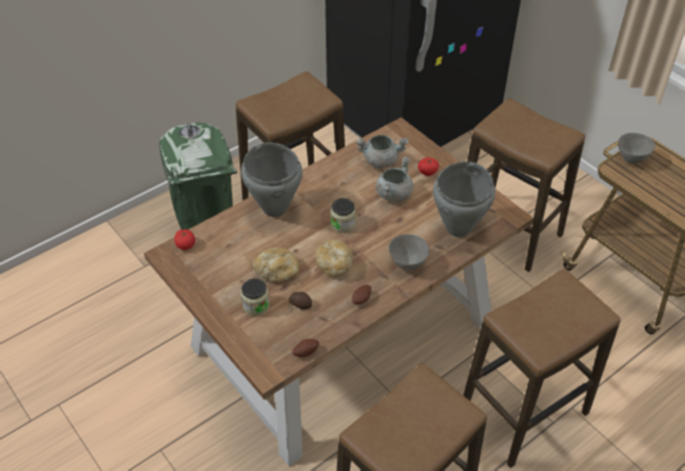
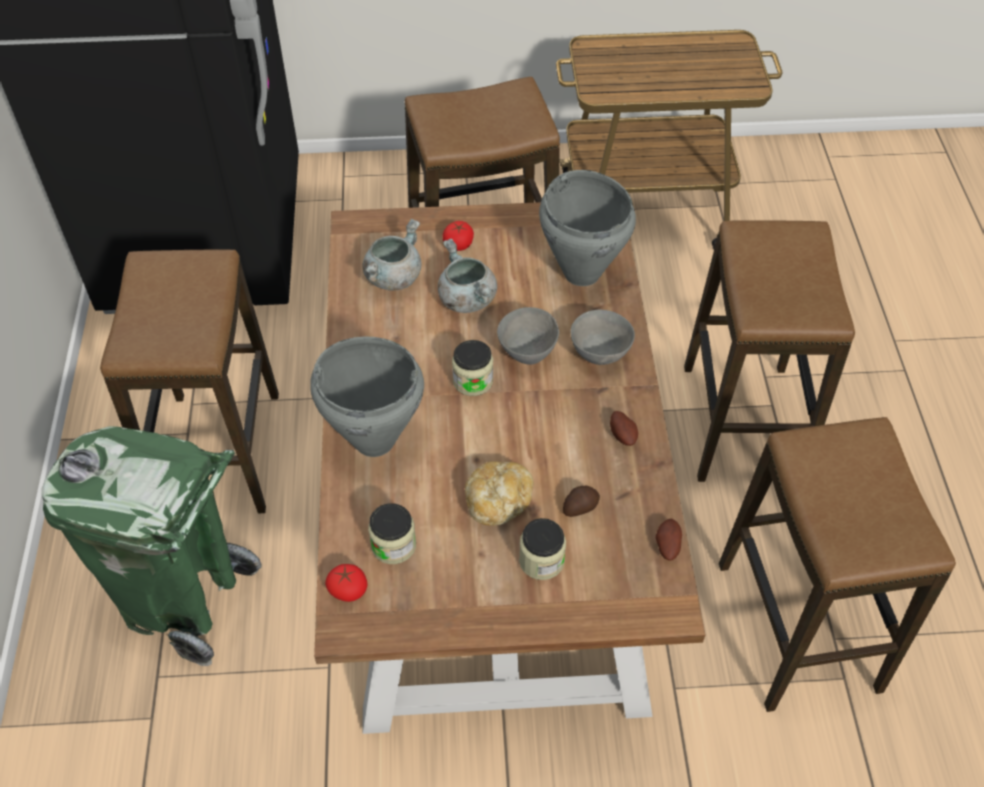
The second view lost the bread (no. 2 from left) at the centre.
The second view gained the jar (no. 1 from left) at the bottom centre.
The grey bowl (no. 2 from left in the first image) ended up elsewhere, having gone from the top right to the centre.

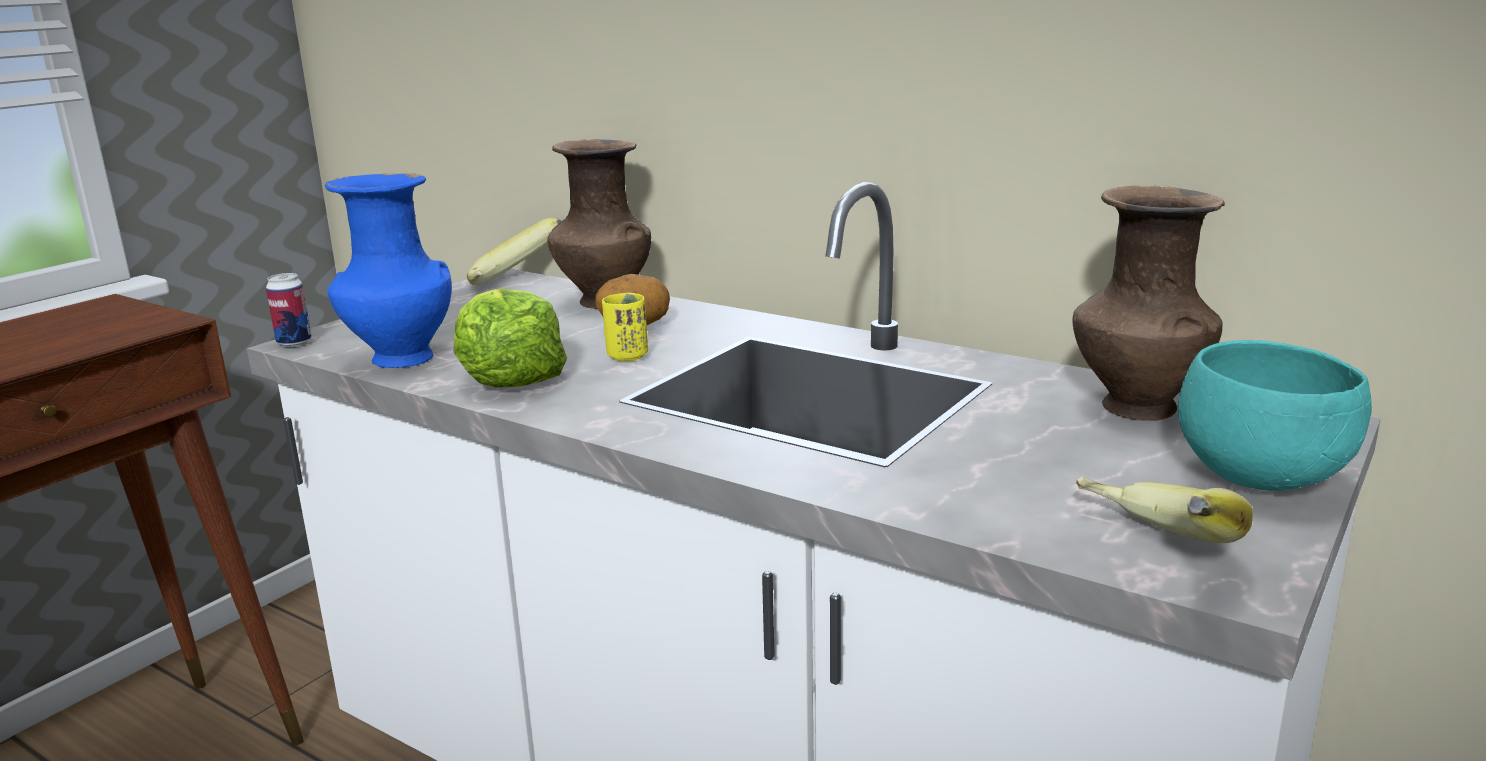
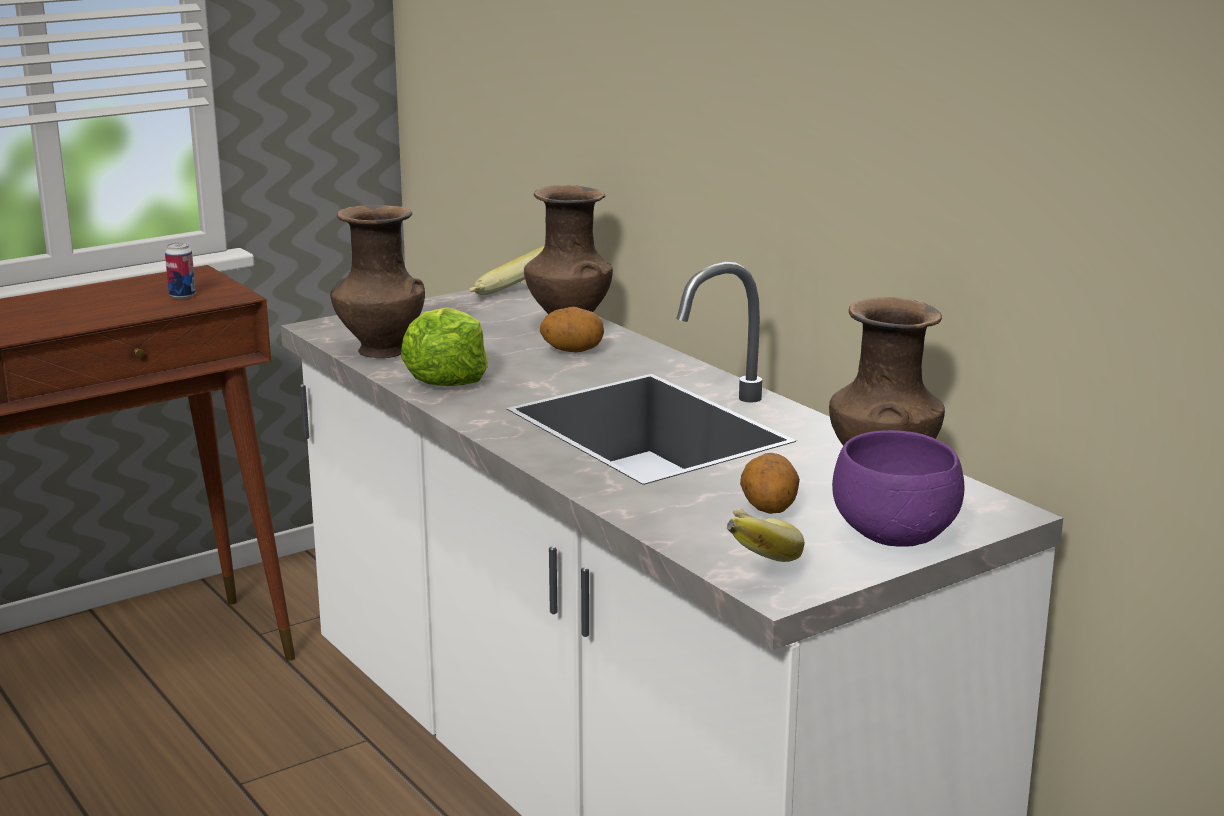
The second view lost the yellow cup at the centre.
The second view gained the potato (no. 2 from left) at the centre.
The can ended up elsewhere, having gone from the middle left to the top left.
What was the blue vase at the middle left turned into the brown vase (no. 1 from left) at the middle left.
What was the turquoise bowl at the middle right turned into the purple bowl at the middle right.

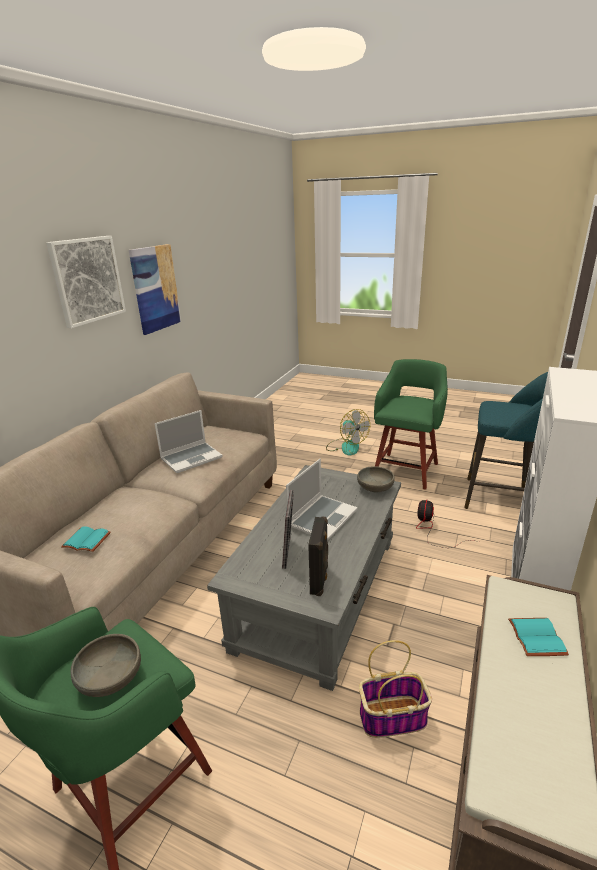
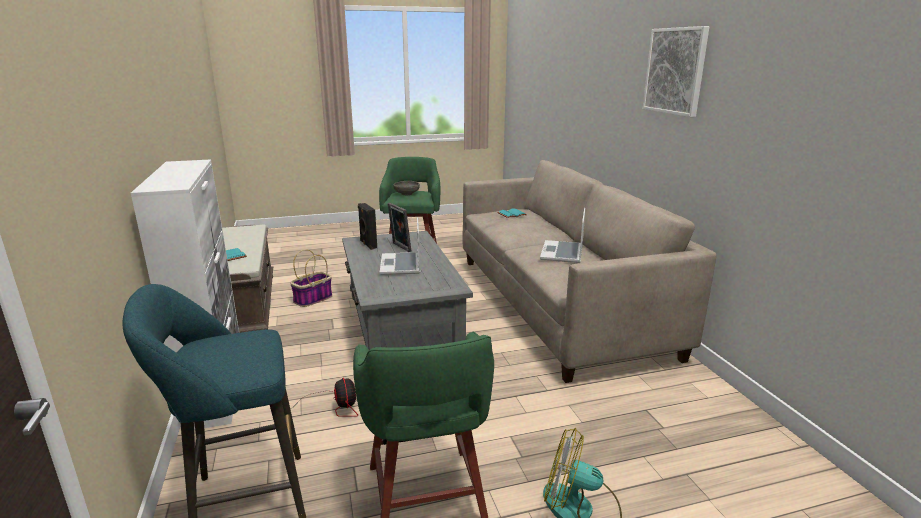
The second view lost the picture (no. 2 from left) at the top left.
The second view lost the grey bowl (no. 2 from left) at the centre.

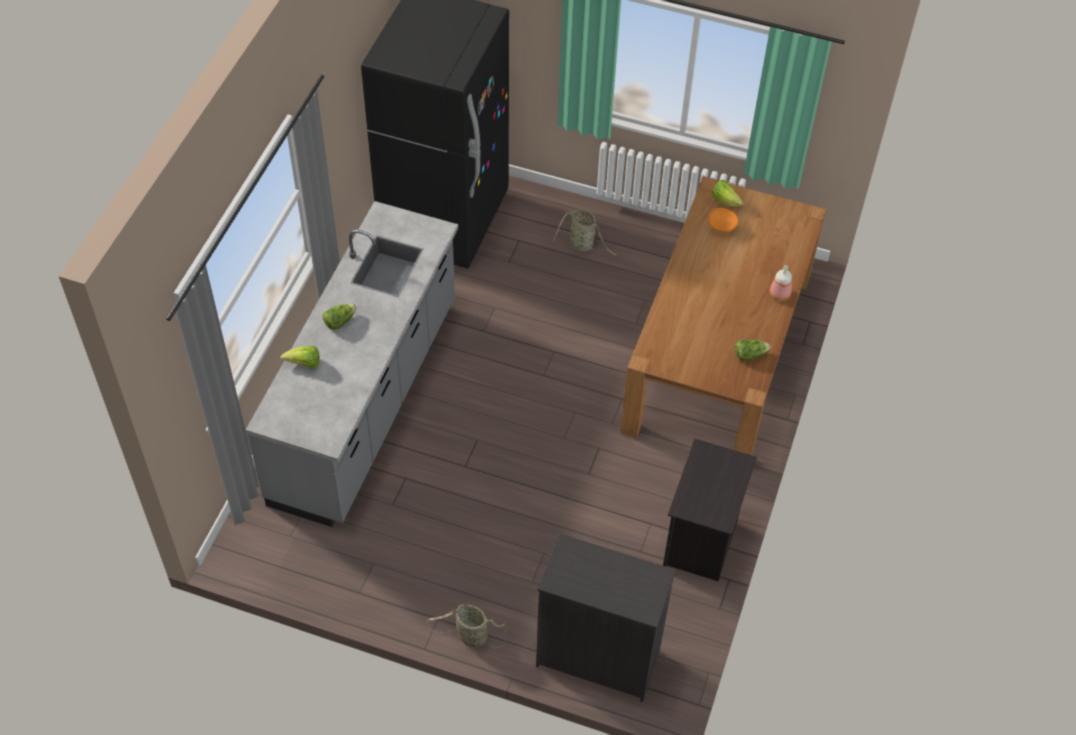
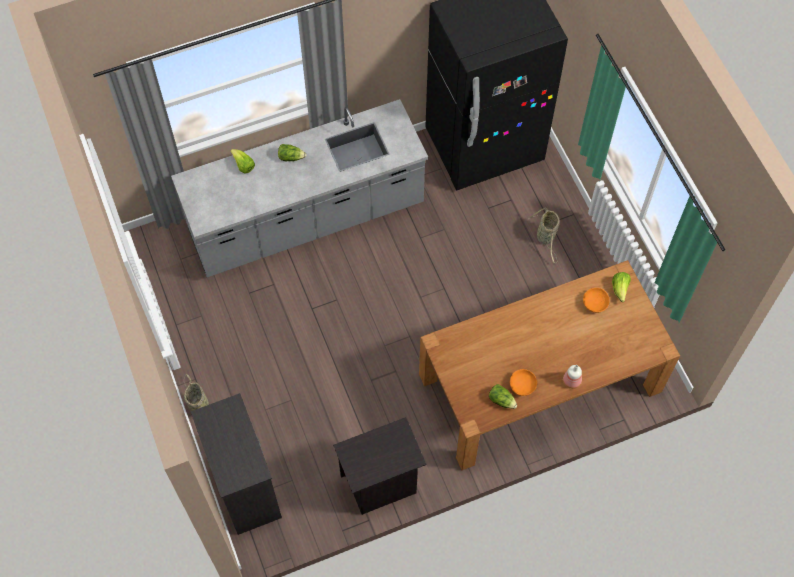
The second view gained the orange bowl (no. 1 from left) at the centre.

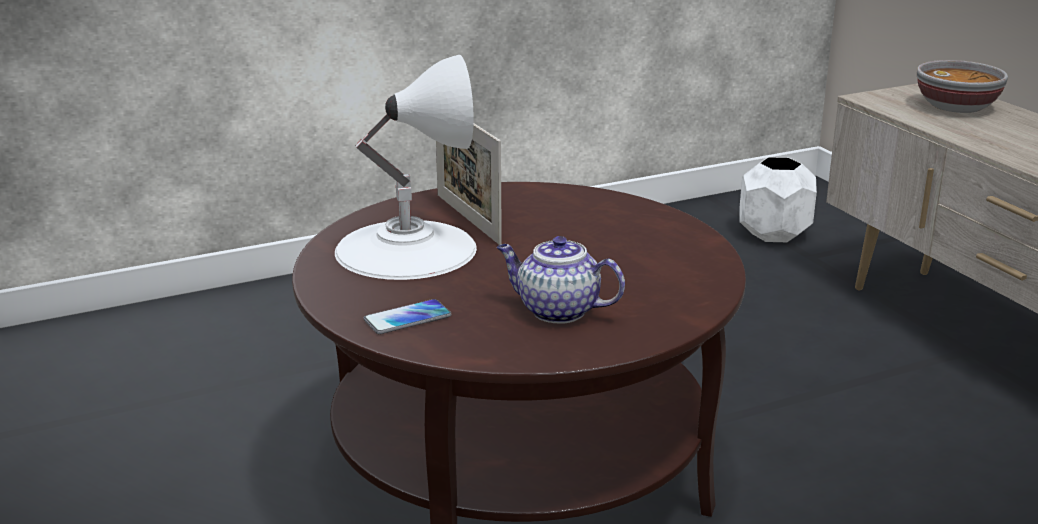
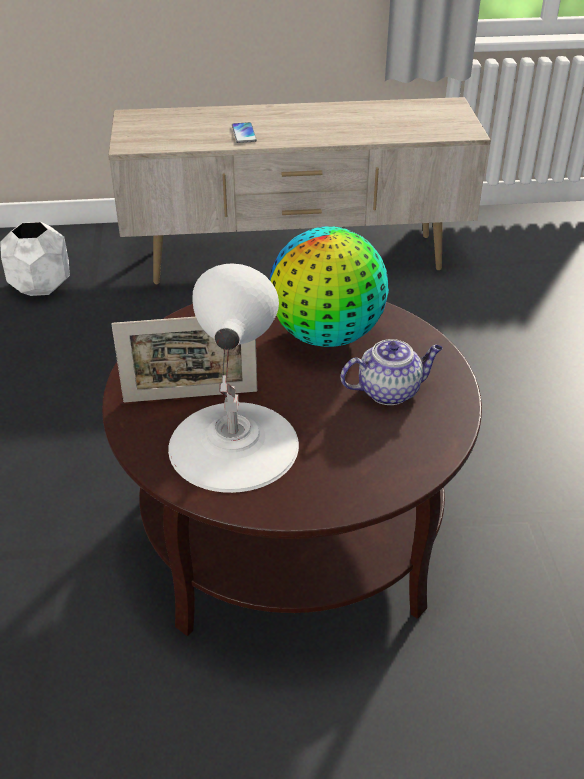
The second view lost the bowl at the top right.
The second view gained the globe at the centre.
The phone ended up elsewhere, having gone from the centre to the top centre.
The teapot at the centre ended up facing another way, 150 degrees counterclockwise from before.

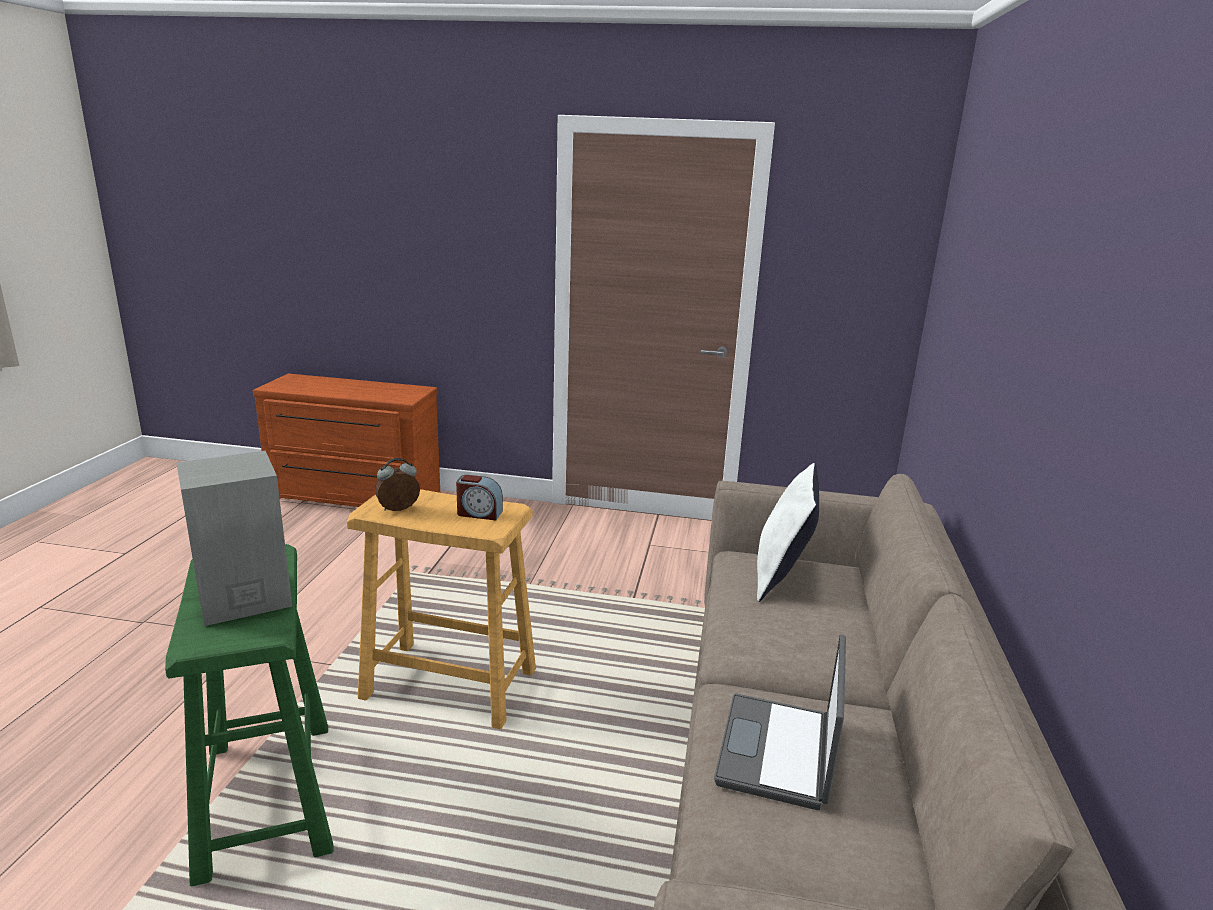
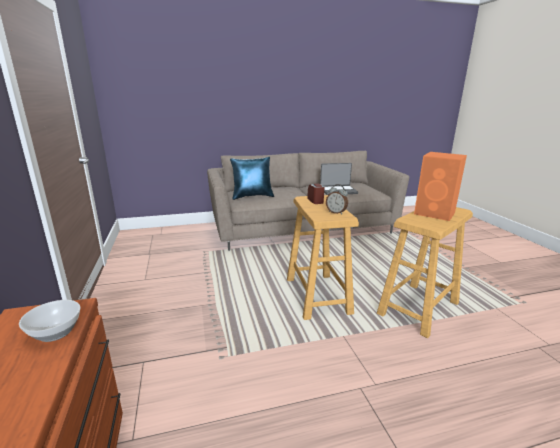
The second view gained the bowl at the bottom left.
What was the green stool at the bottom left turned into the beige stool (no. 2 from left) at the middle right.
What was the grey speaker at the middle left turned into the orange speaker at the middle right.
What was the white pillow at the centre turned into the blue pillow at the centre.

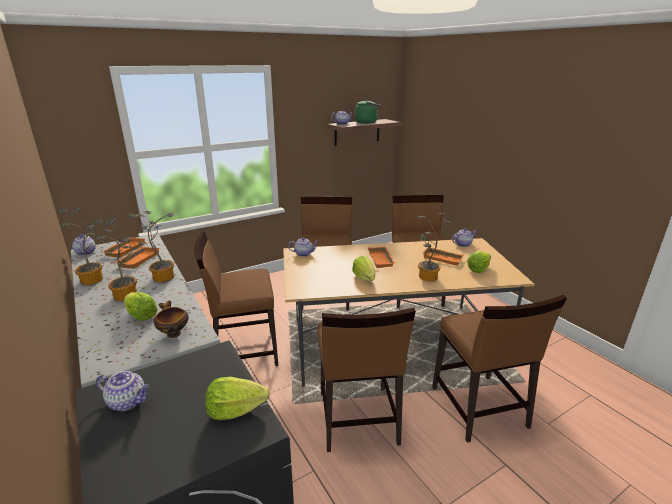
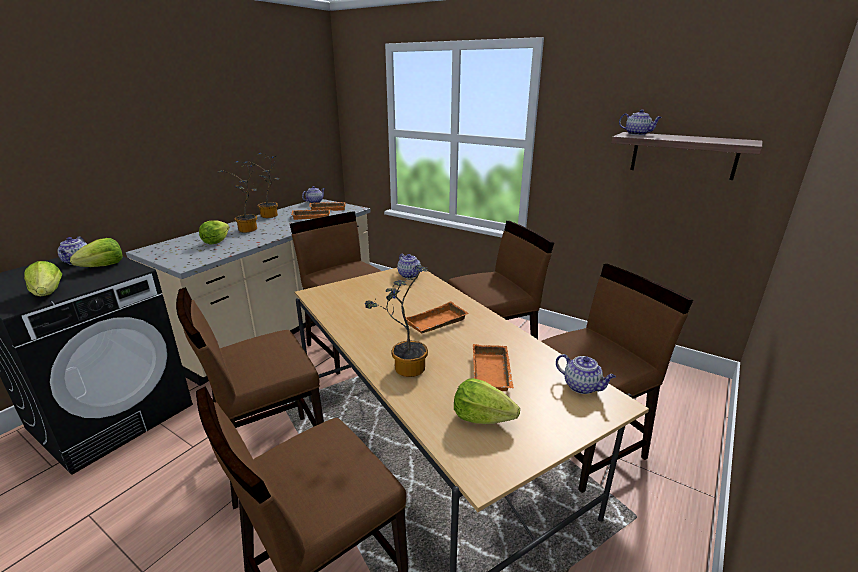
The second view lost the potted plant (no. 3 from left) at the middle left.
The second view lost the bowl at the middle left.
The second view lost the green kettle at the top centre.
The lettuce (no. 3 from left in the first image) ended up elsewhere, having gone from the centre to the middle left.

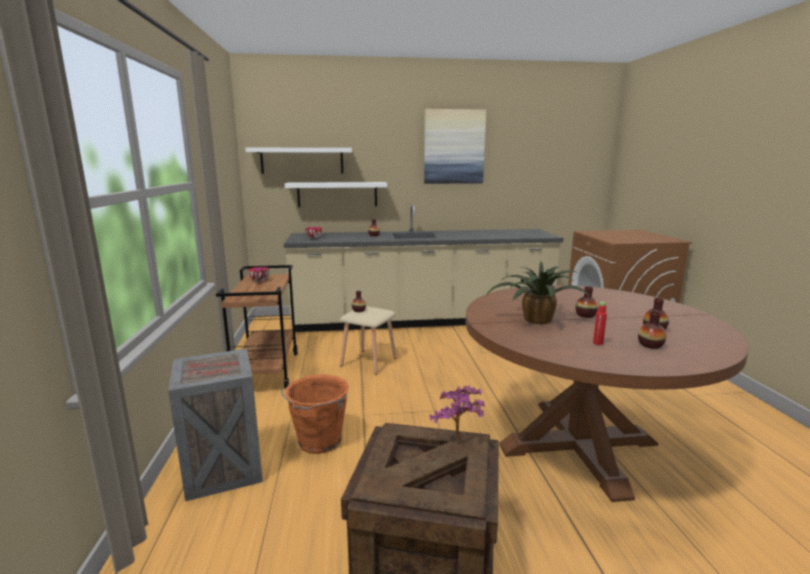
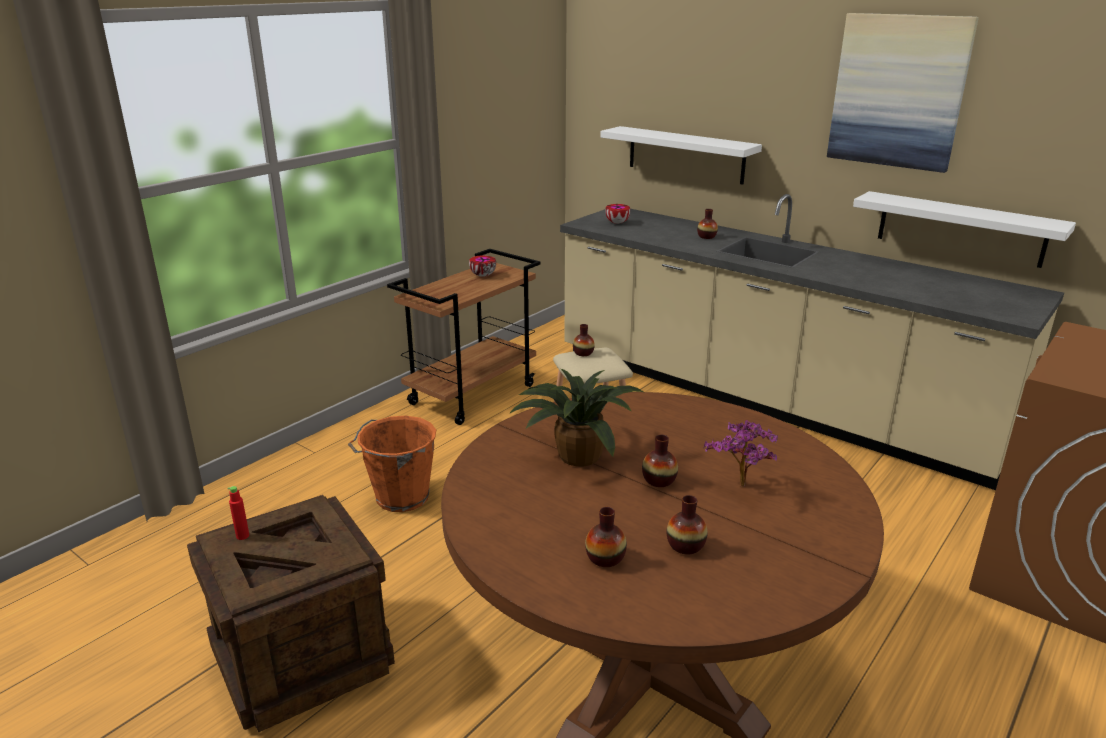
The second view lost the crate (no. 1 from left) at the bottom left.
The white shelf (no. 1 from left in the first image) ended up elsewhere, having gone from the top centre to the top right.
The potted plant (no. 1 from left in the first image) ended up elsewhere, having gone from the bottom centre to the middle right.
The red bottle ended up elsewhere, having gone from the middle right to the bottom left.

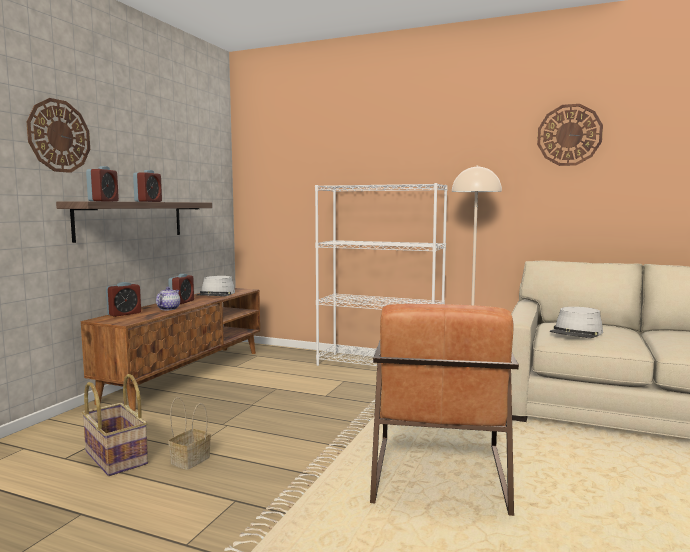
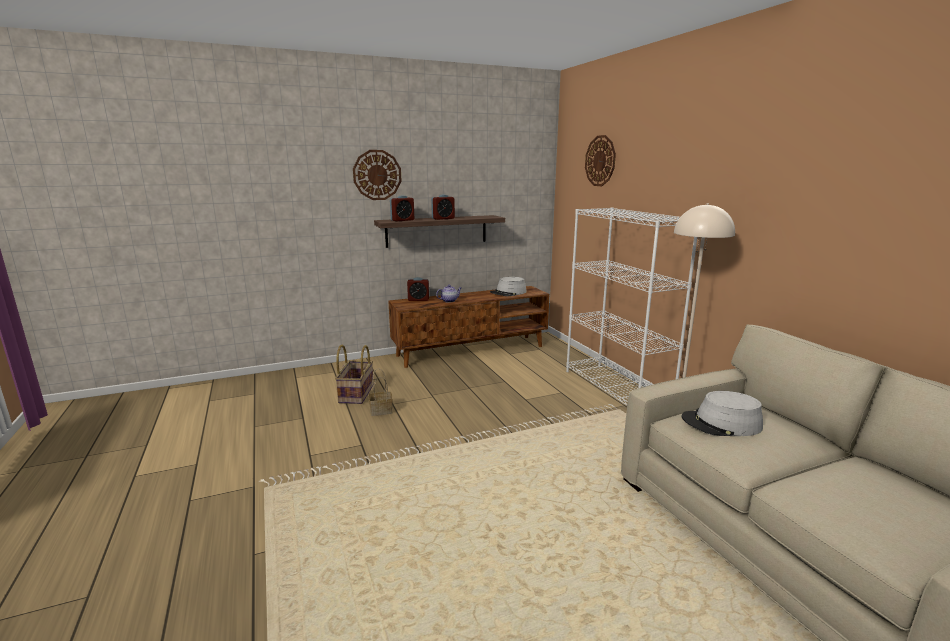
The second view lost the alarm clock (no. 4 from left) at the middle left.
The second view lost the brown armchair at the bottom centre.
The wall clock (no. 2 from left) ended up elsewhere, having gone from the top right to the top centre.

